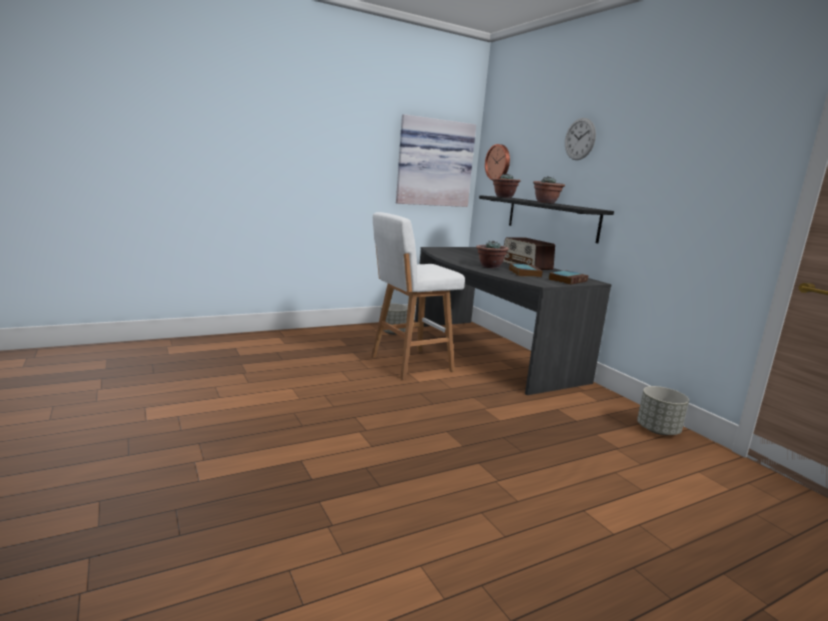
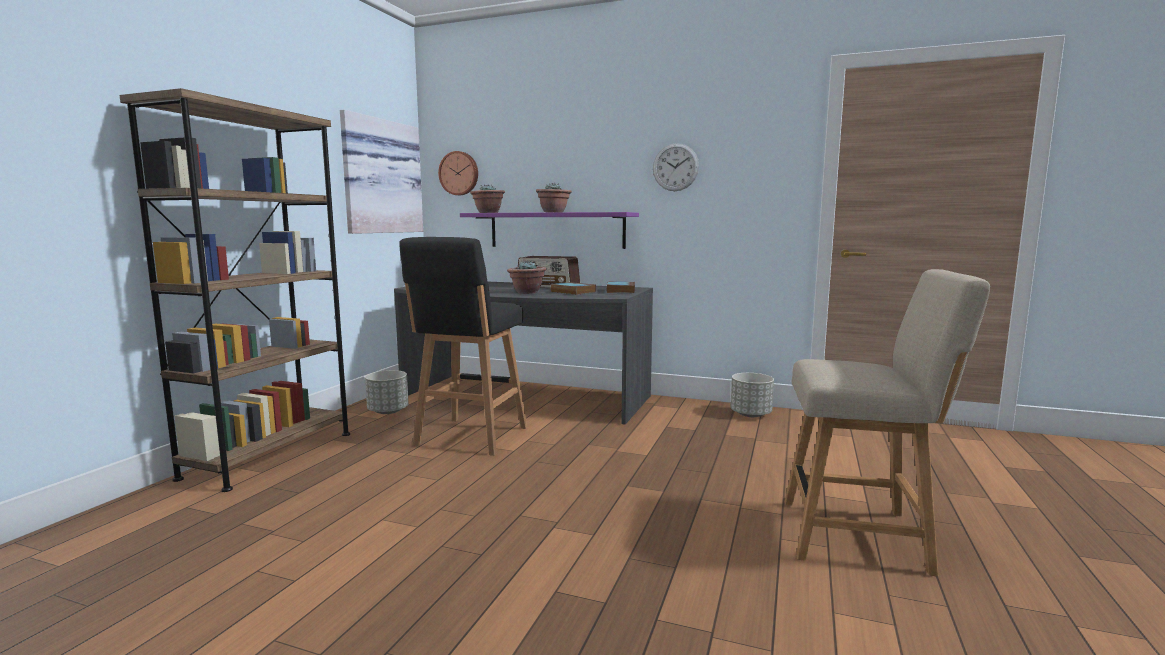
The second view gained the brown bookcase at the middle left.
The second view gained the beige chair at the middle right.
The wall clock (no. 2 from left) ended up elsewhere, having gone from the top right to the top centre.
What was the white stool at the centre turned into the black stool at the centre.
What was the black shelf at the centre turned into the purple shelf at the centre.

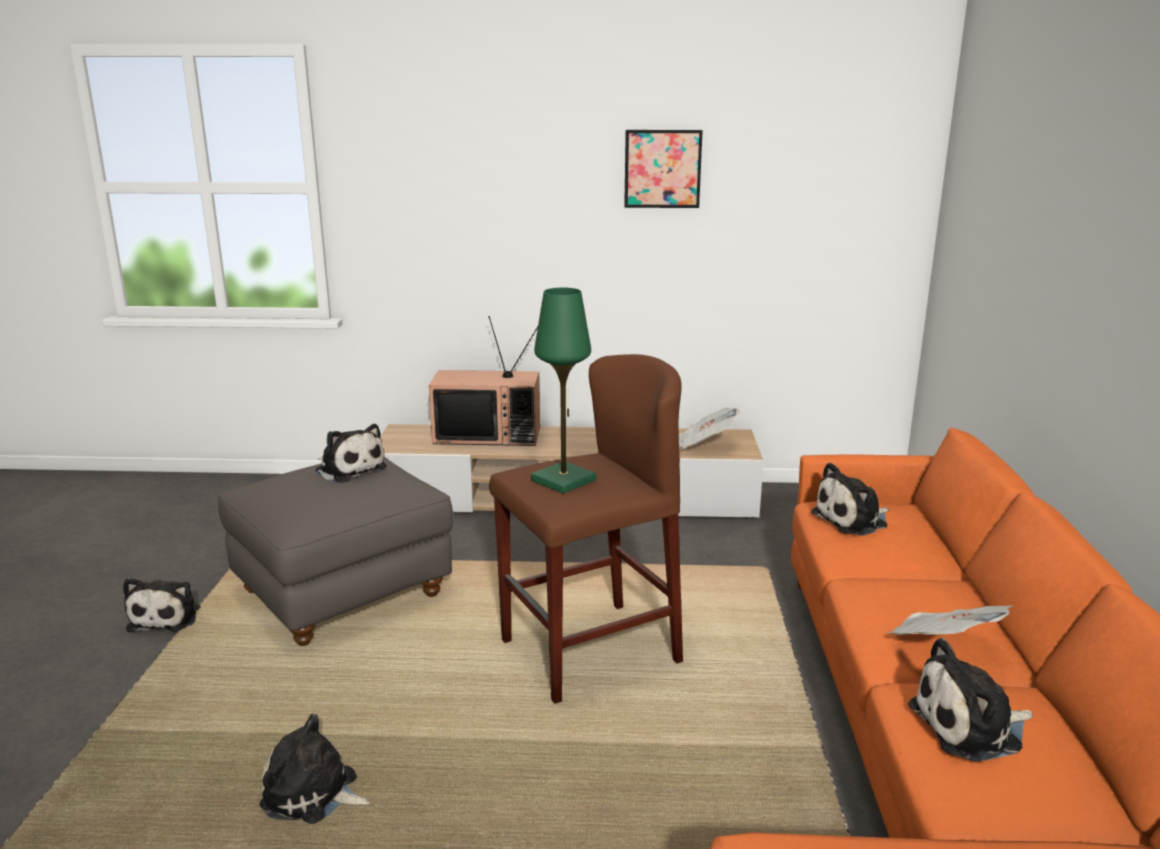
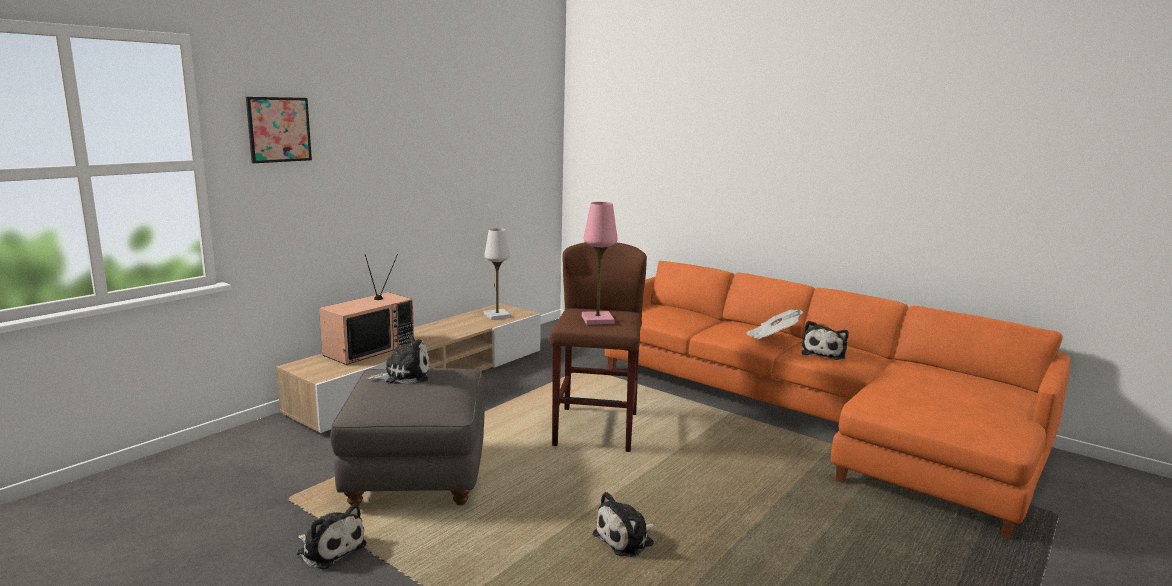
The second view lost the plush toy (no. 4 from left) at the middle right.
The picture ended up elsewhere, having gone from the top centre to the top left.
Where the newspaper (no. 1 from left) stood at the centre, the white table lamp came to stand at the centre.
What was the green table lamp at the centre turned into the pink table lamp at the centre.

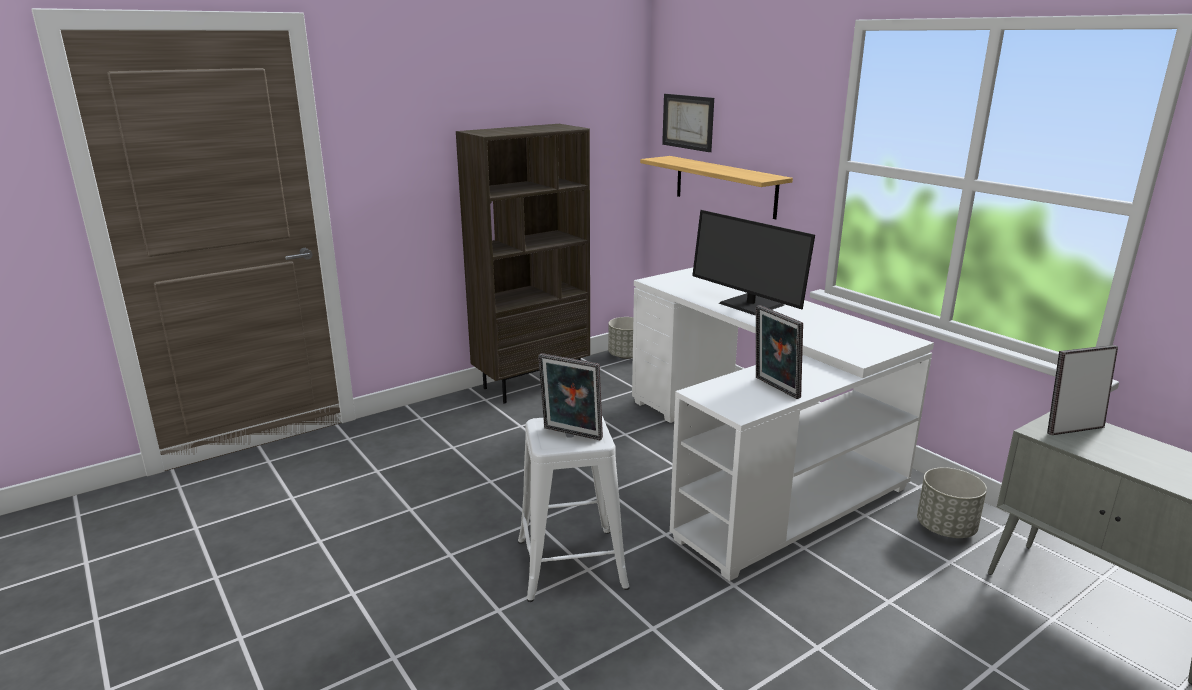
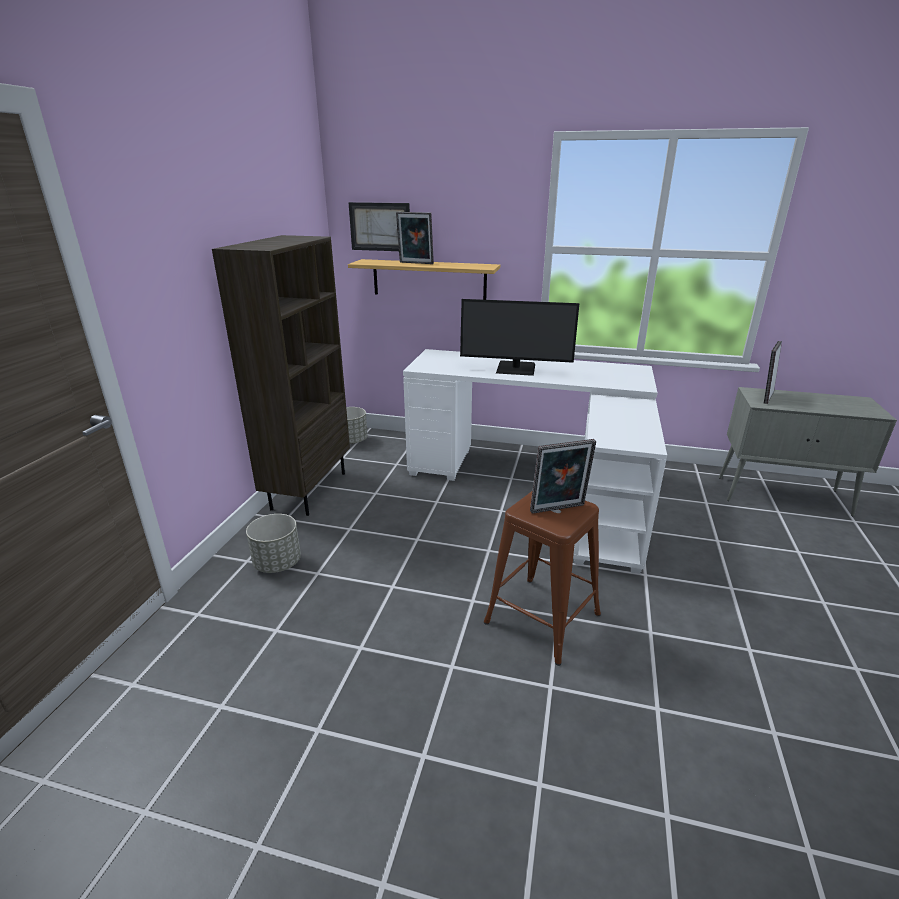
The picture frame (no. 2 from left in the first image) ended up elsewhere, having gone from the centre to the top centre.
The grey planter (no. 2 from left in the first image) ended up elsewhere, having gone from the bottom right to the middle left.
What was the white stool at the bottom centre turned into the brown stool at the centre.

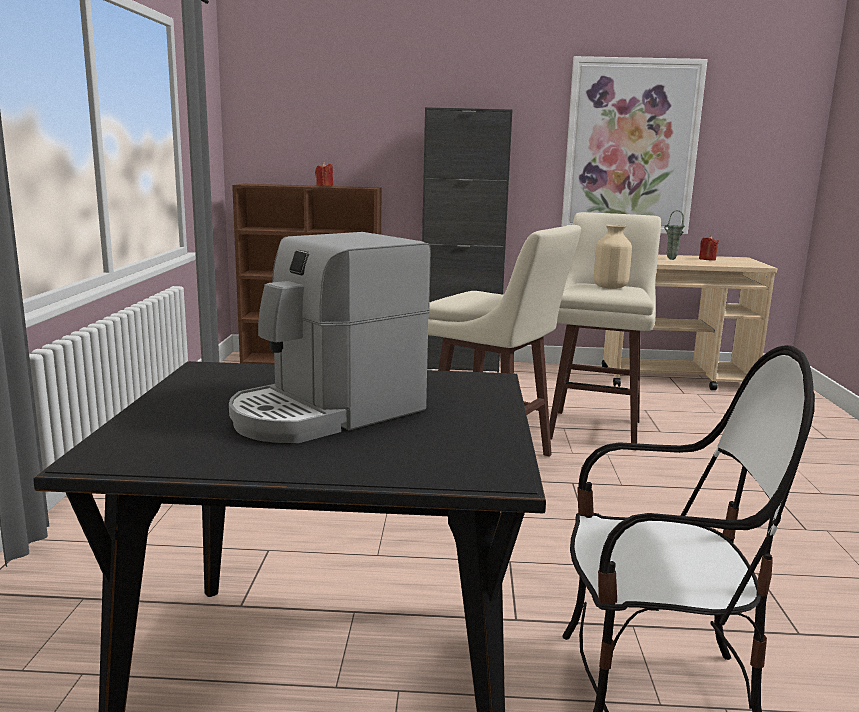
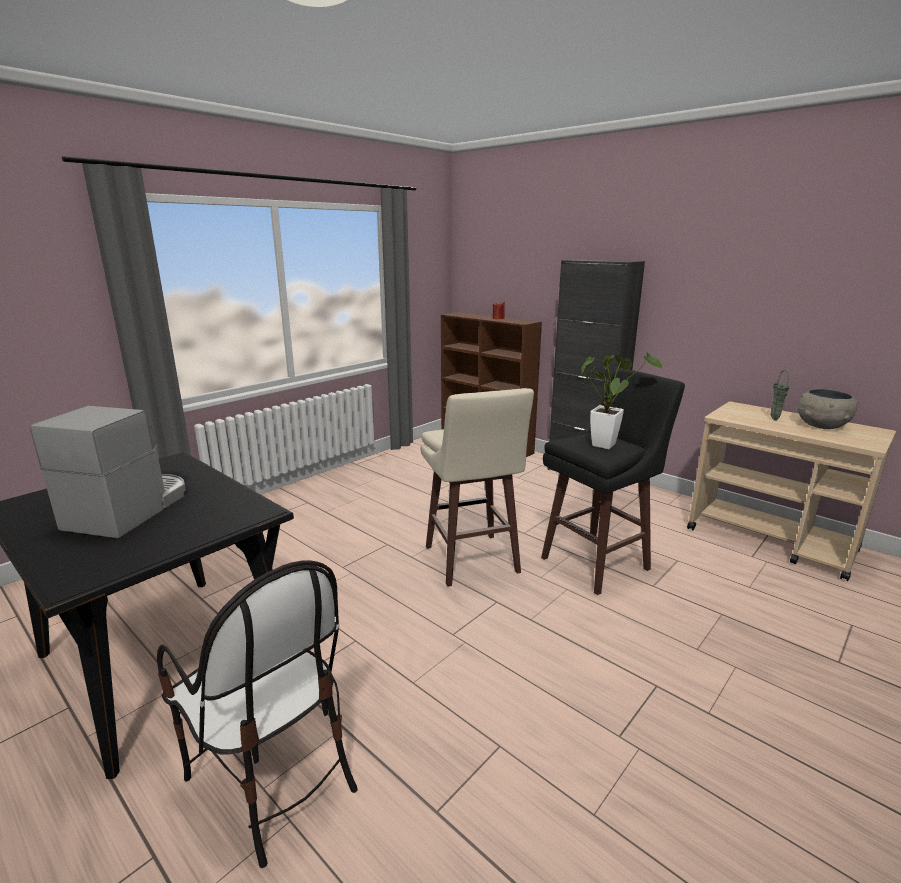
The second view lost the picture at the top right.
Where the beige vase stood at the middle right, the potted plant came to stand at the middle right.
Where the red candle (no. 2 from left) stood at the middle right, the grey bowl came to stand at the middle right.
What was the beige stool (no. 2 from left) at the middle right turned into the black stool at the middle right.
The coffee machine at the centre ended up facing another way, 105 degrees clockwise from before.

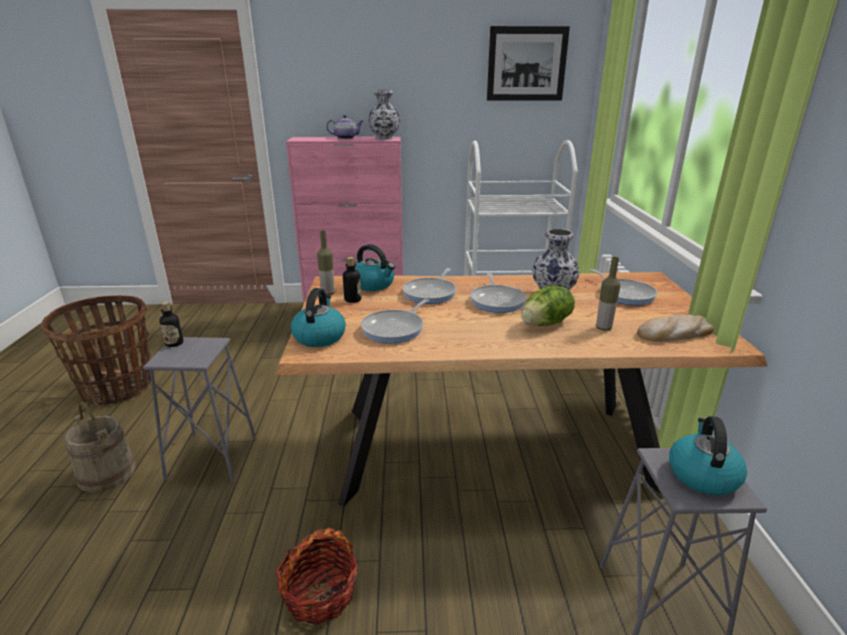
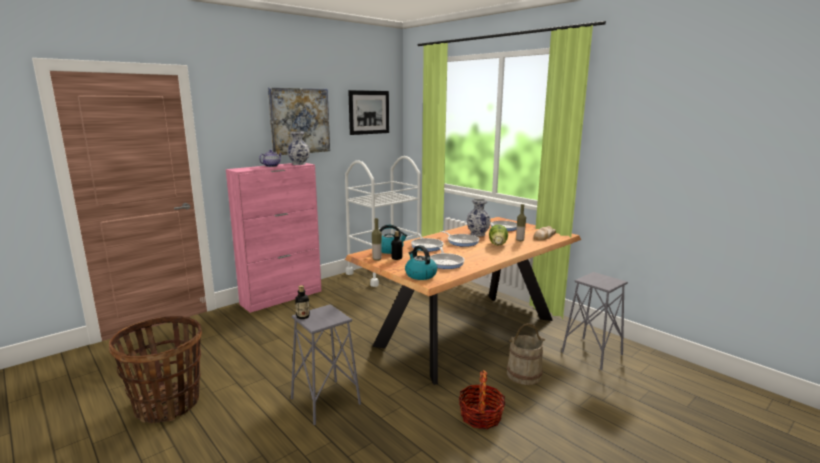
The second view lost the kettle (no. 3 from left) at the bottom right.
The second view gained the picture (no. 1 from left) at the top centre.
The beige bucket ended up elsewhere, having gone from the bottom left to the bottom centre.

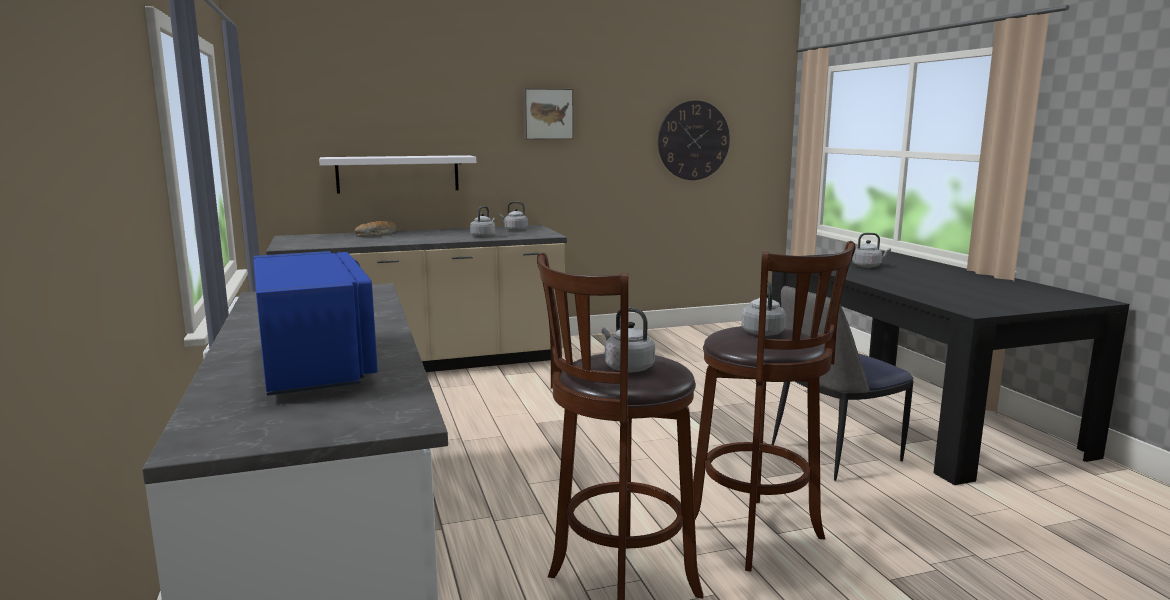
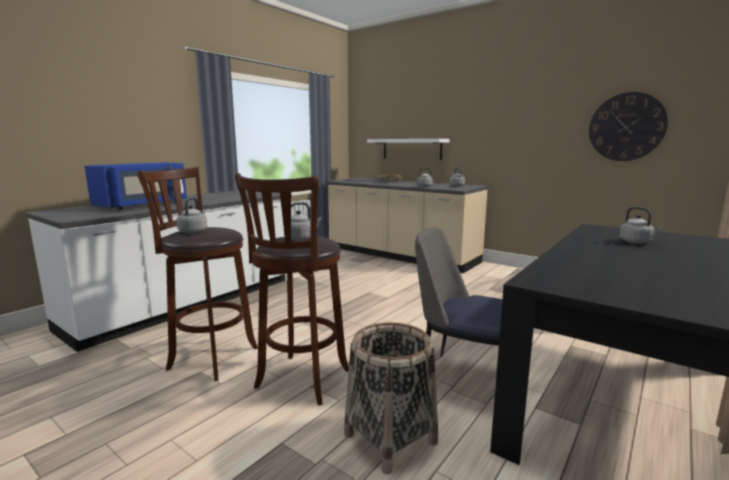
The second view lost the picture at the top centre.
The second view gained the basket at the bottom centre.

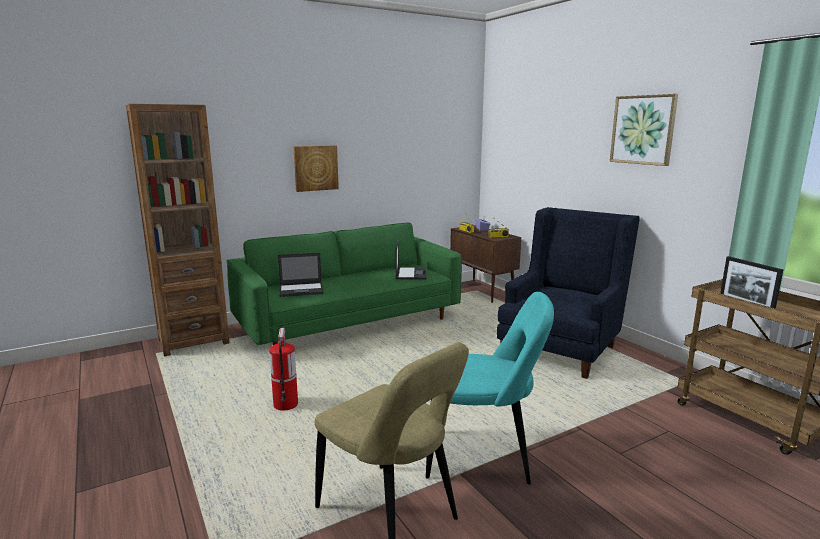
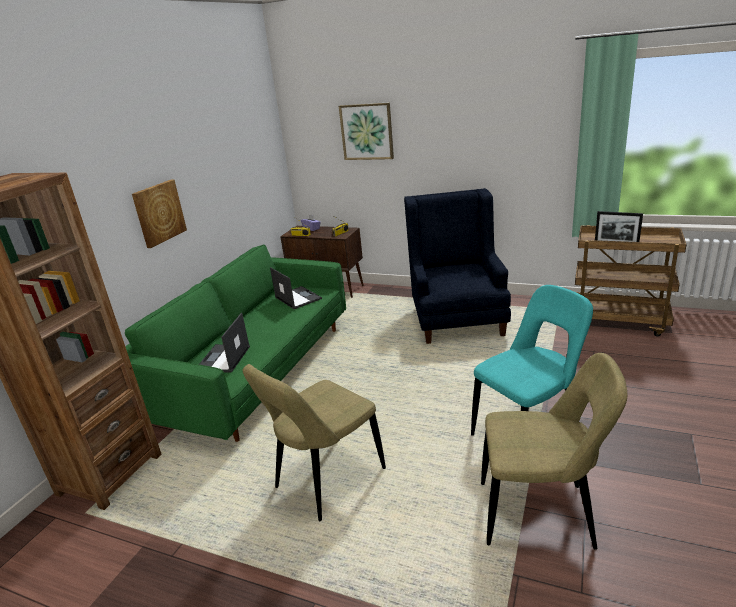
The picture (no. 2 from left) ended up elsewhere, having gone from the top right to the top centre.
Where the fire extinguisher stood at the bottom centre, the beige chair (no. 1 from left) came to stand at the bottom centre.
The laptop (no. 1 from left) at the centre ended up facing another way, 150 degrees clockwise from before.

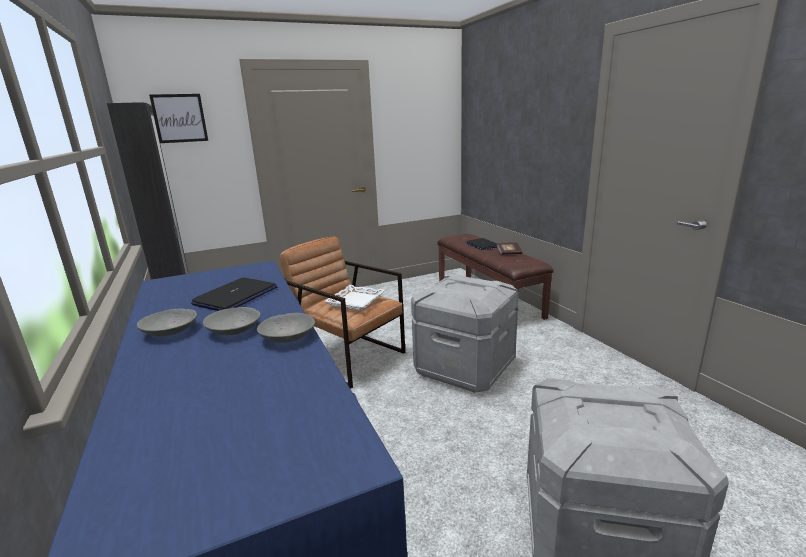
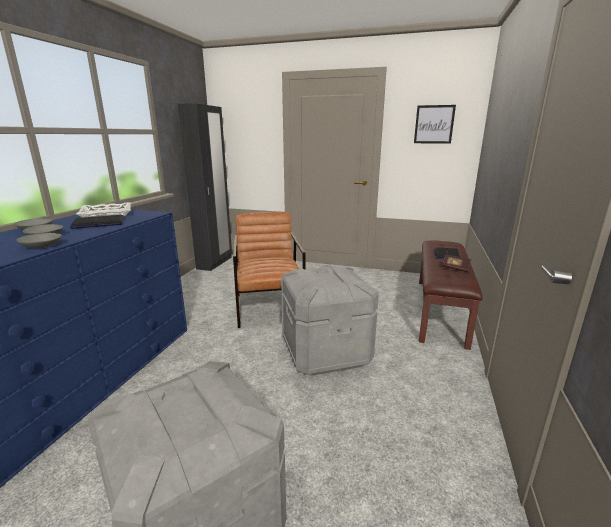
The picture ended up elsewhere, having gone from the top left to the top right.
The white tray ended up elsewhere, having gone from the centre to the middle left.

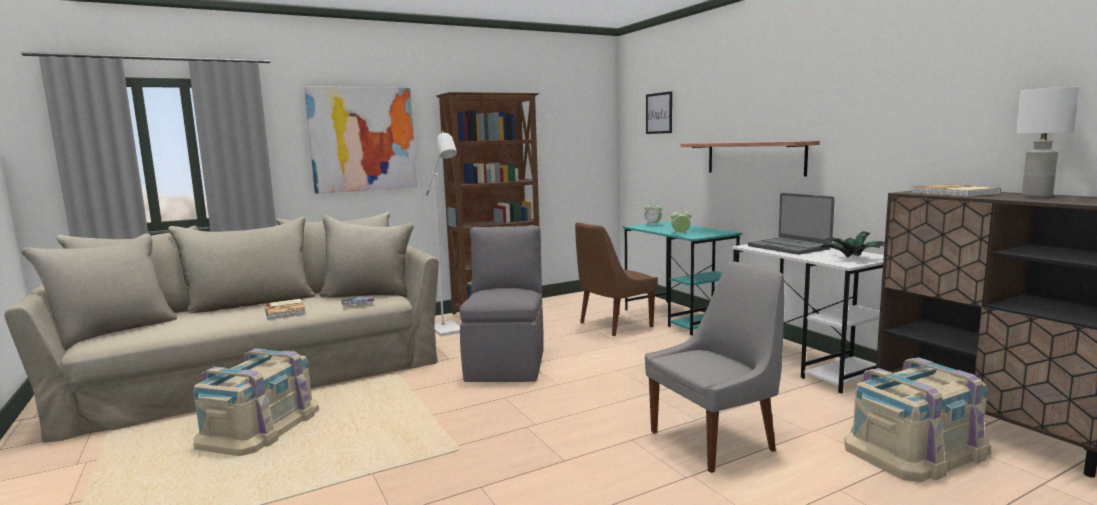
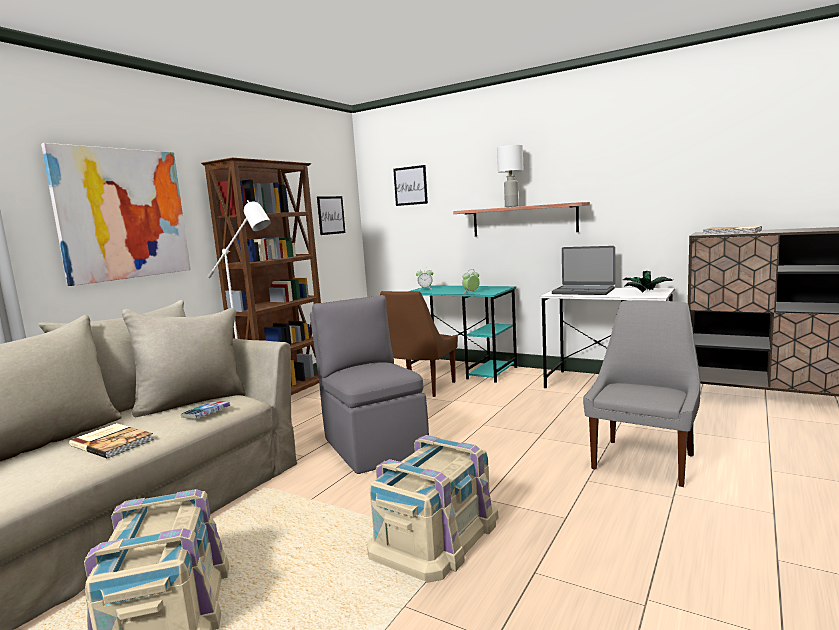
The second view gained the picture (no. 2 from left) at the centre.
The beige storage box (no. 2 from left) ended up elsewhere, having gone from the bottom right to the bottom centre.
The white table lamp ended up elsewhere, having gone from the top right to the top centre.

